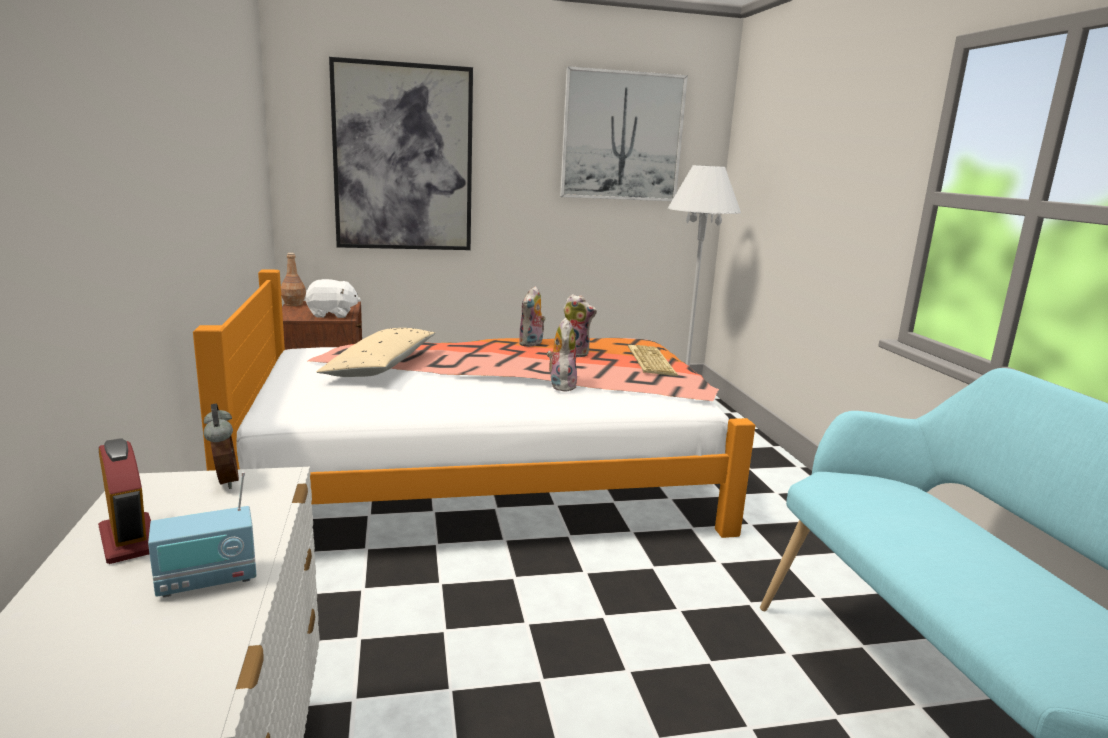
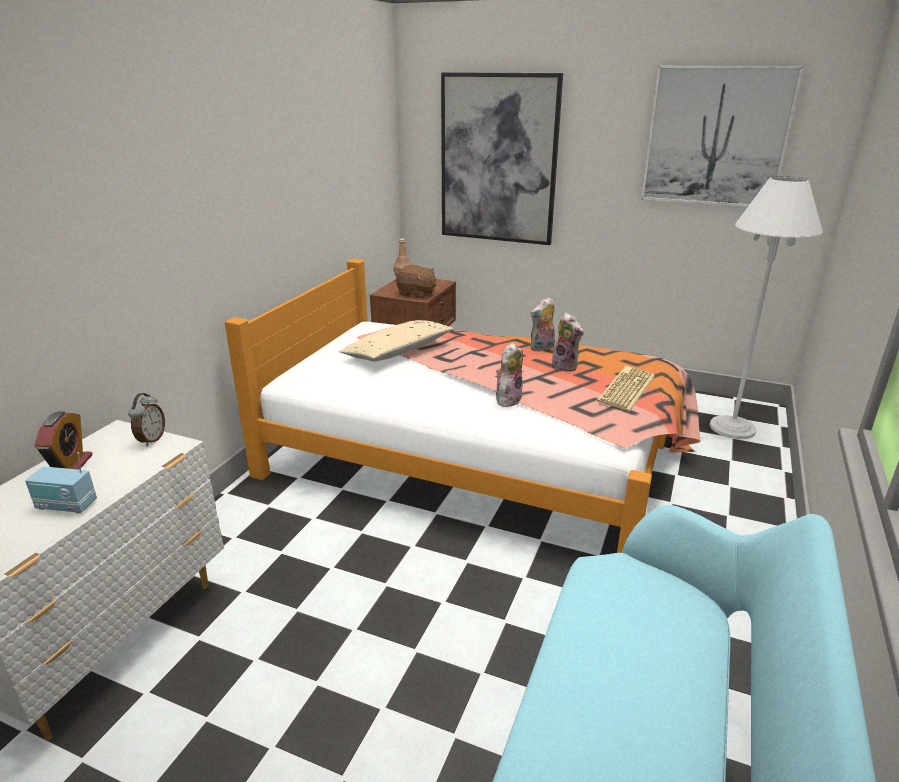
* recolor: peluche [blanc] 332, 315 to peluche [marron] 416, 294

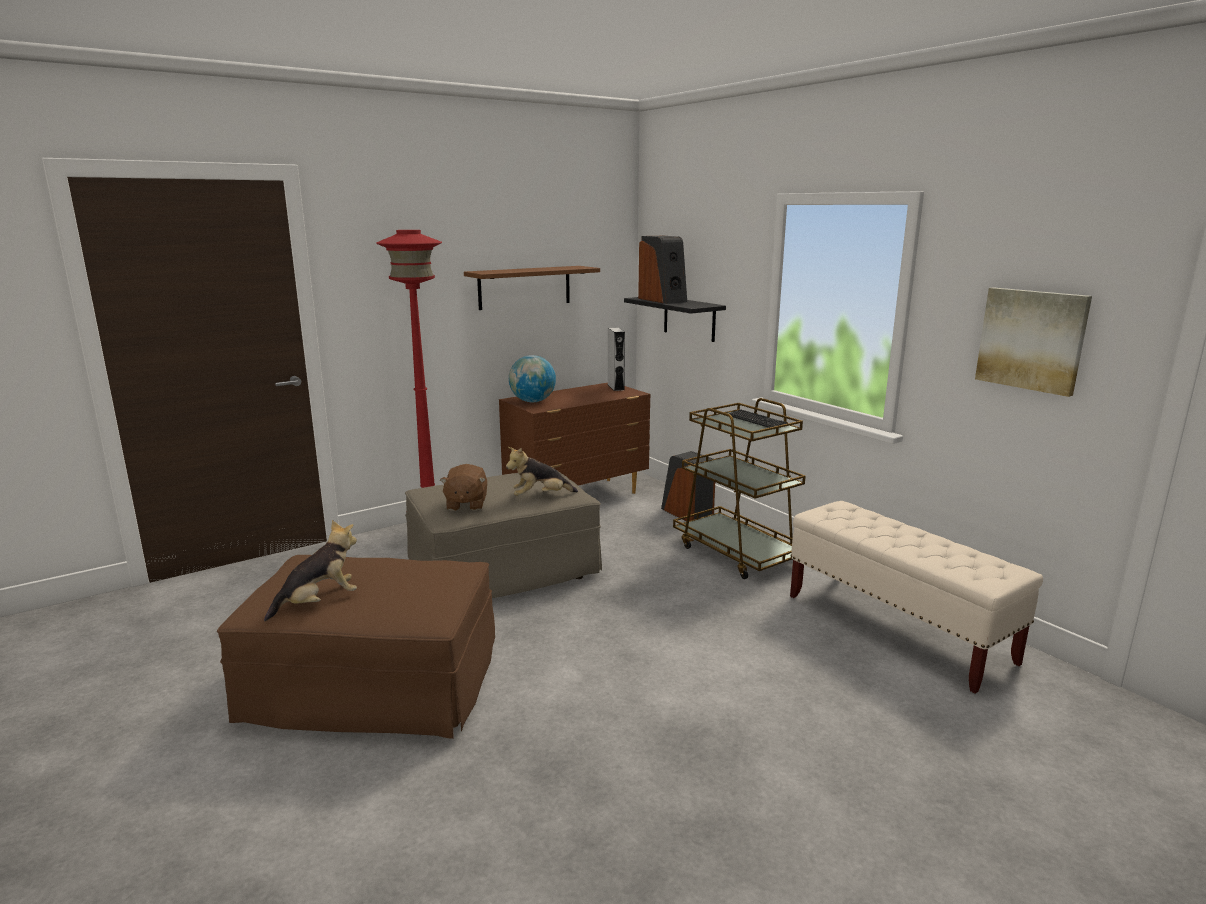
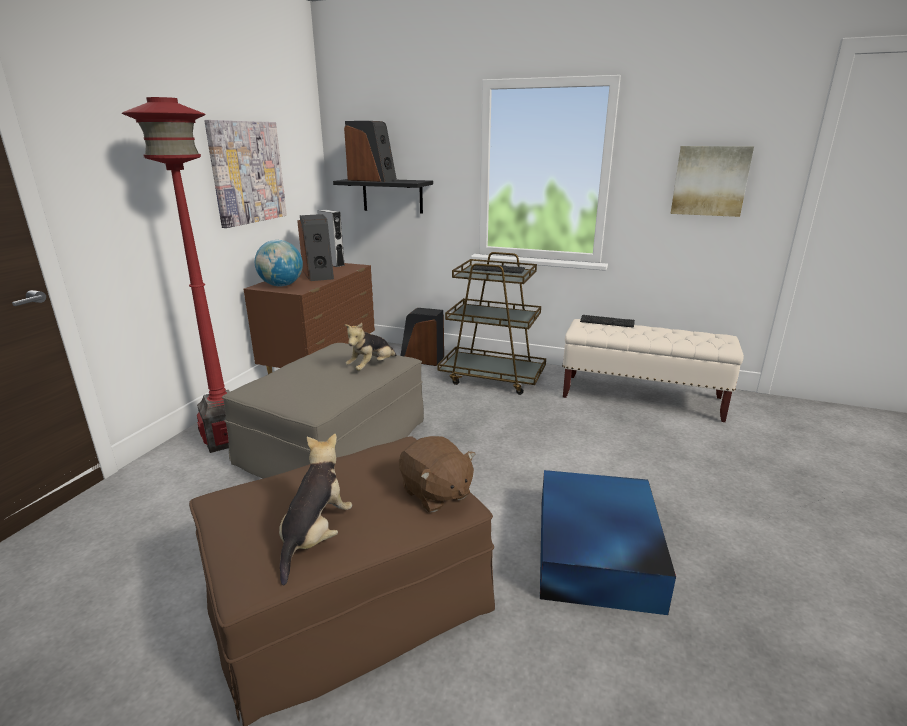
* insert: enceinte 319, 275
* insert: boîte de rangement [bleu] 595, 552
* insert: clavier 607, 322
* move: peluche [marron] 466, 504 to 436, 493
* replace: étagère [marron] 524, 287 to tableau 247, 172

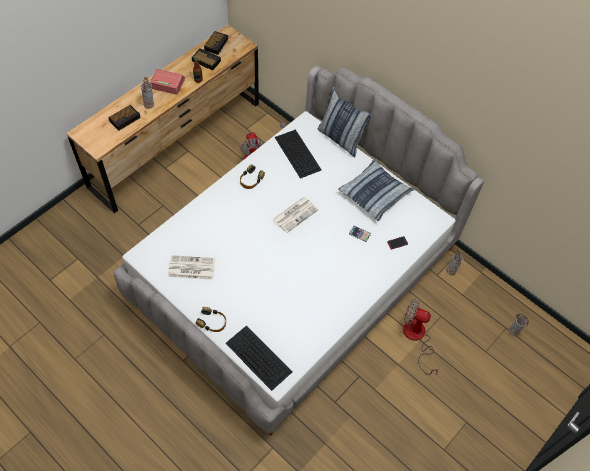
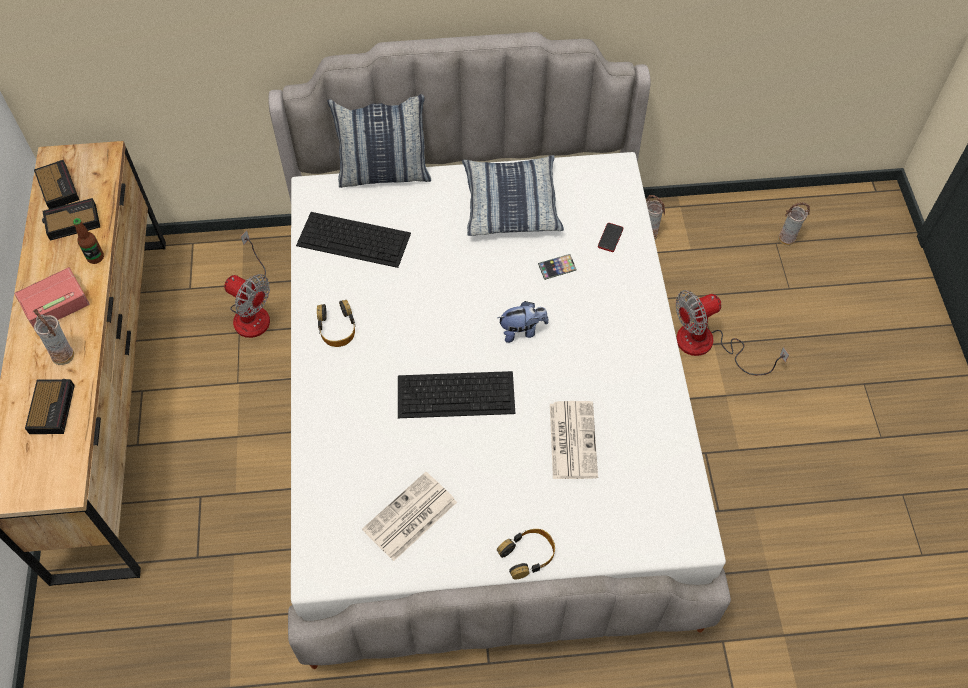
* insert: peluche 522, 331
* move: clavier 259, 357 to 457, 394
* move: journal 295, 214 to 572, 439

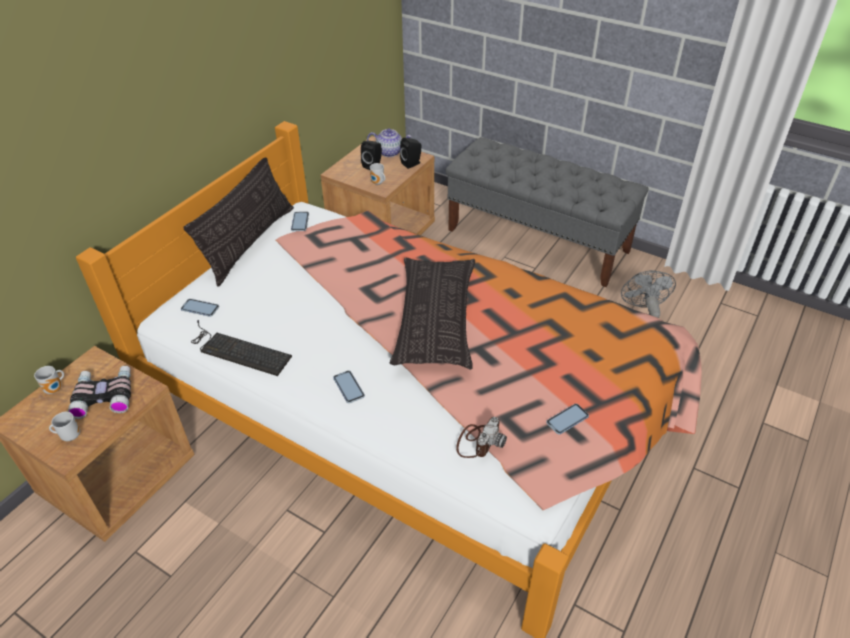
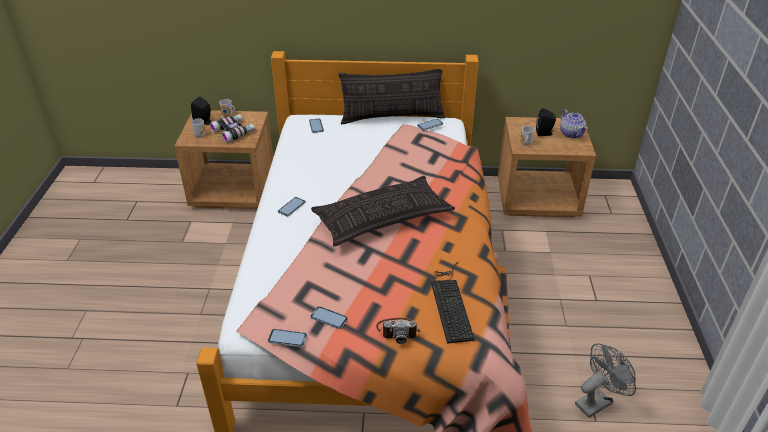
* delete: banc [gris] 538, 240
* insert: téléphone 287, 338
* move: clavier 237, 350 to 451, 303
* move: enceinte [noir] 412, 163 to 204, 122
* move: appareil photo 478, 441 to 398, 330

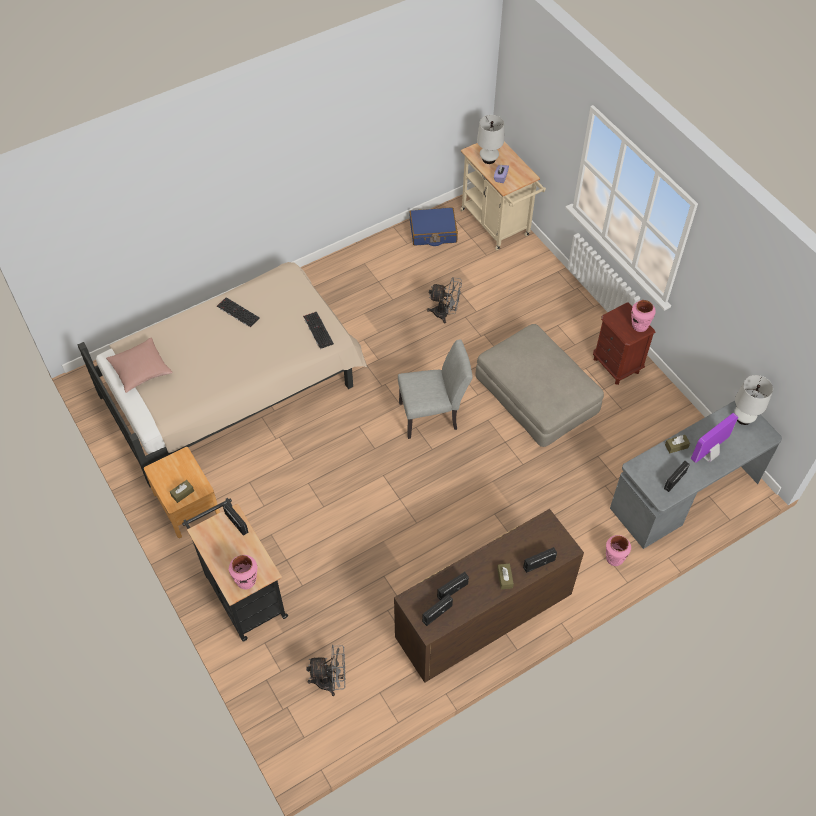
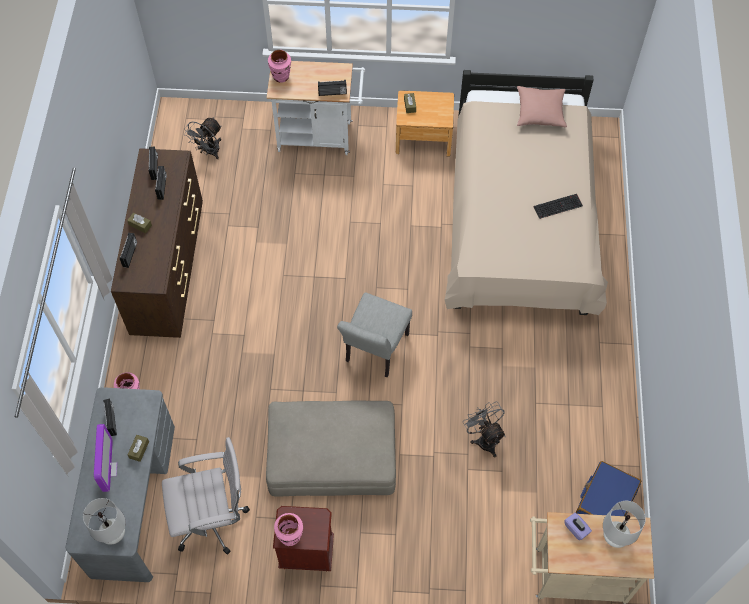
* delete: clavier 317, 330
* insert: chaise de bureau [blanc] 213, 519
* recolor: chariot [noir] 243, 592 to chariot [blanc] 320, 136
* rotate: ventilateur [gris] 445, 313 = 484, 438 105 degrees clockwise

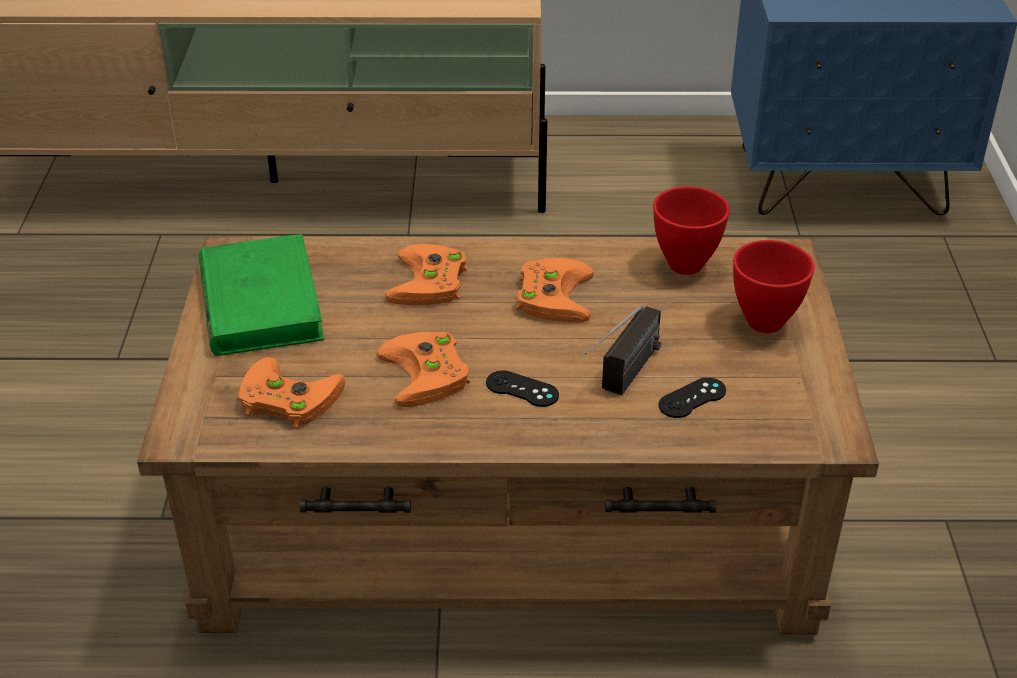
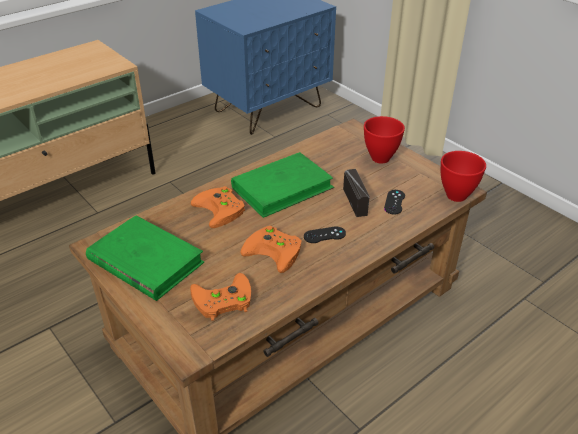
* move: bol [rouge] 684, 265 to 456, 196
* replace: manette [orange] 551, 294 to livre [vert] 282, 188

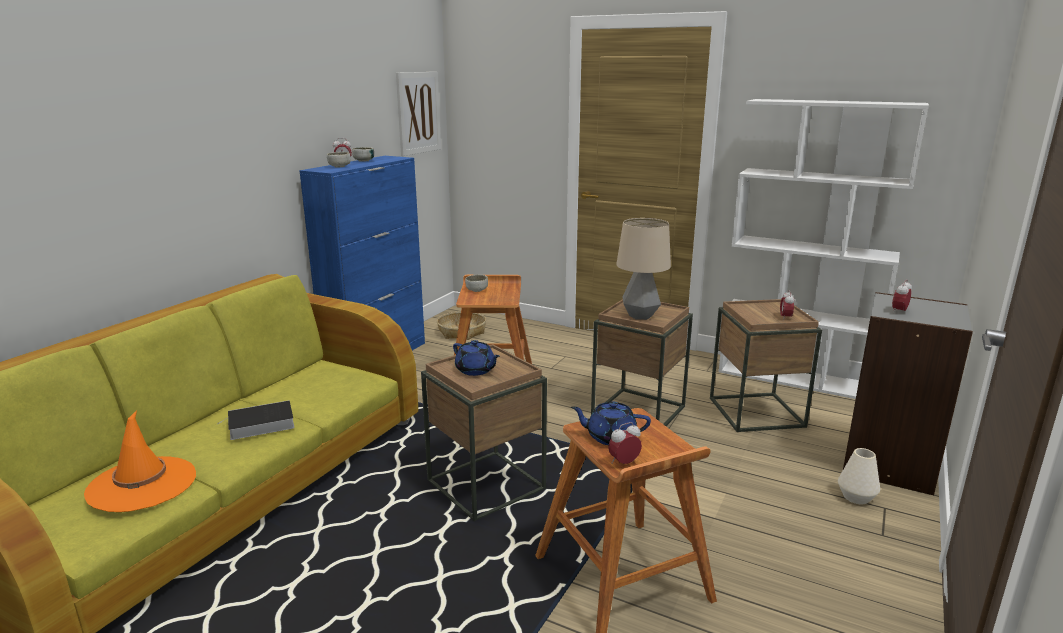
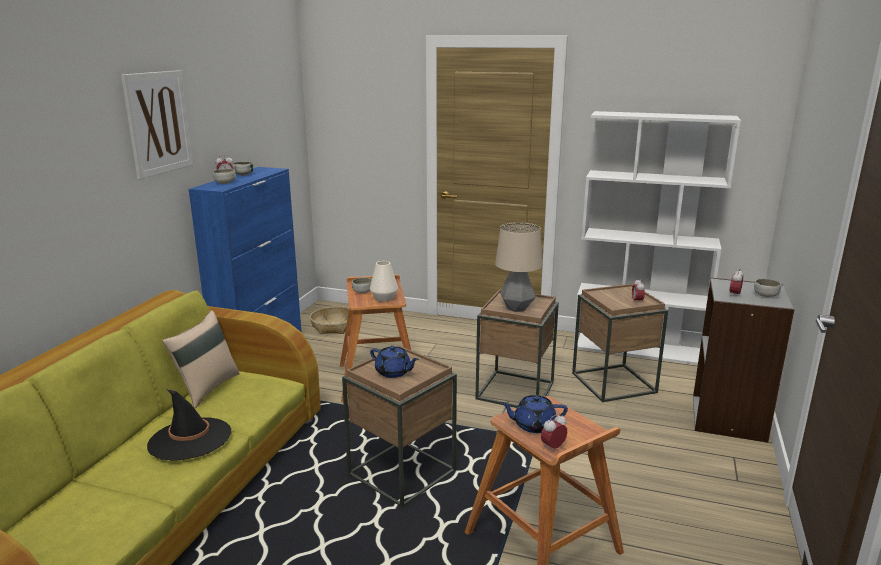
* delete: chapeau [orange] 142, 484
* insert: coussin [beige] 206, 388
* insert: bol 765, 295
* move: tableau 418, 113 to 158, 123
* move: vase [blanc] 856, 497 to 384, 298
* replace: livre 259, 424 to chapeau [noir] 190, 439

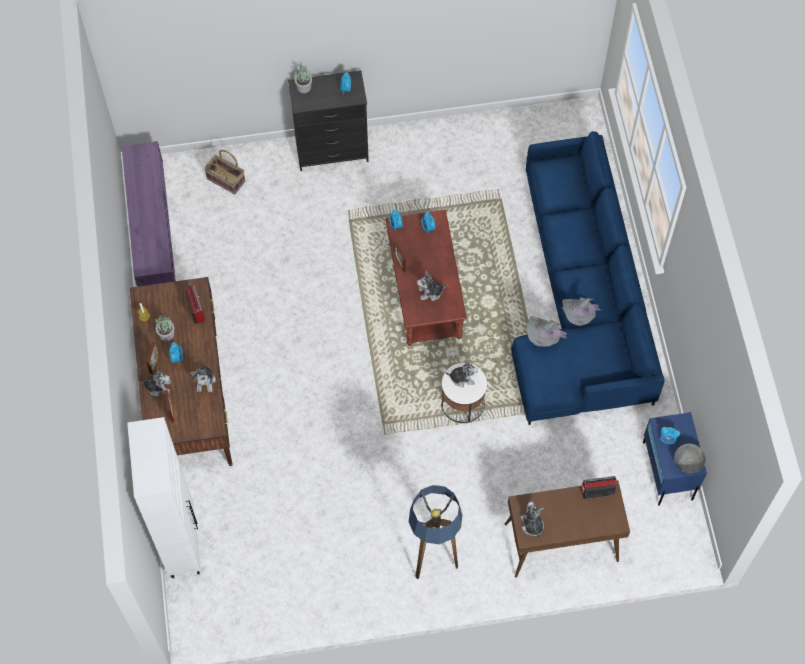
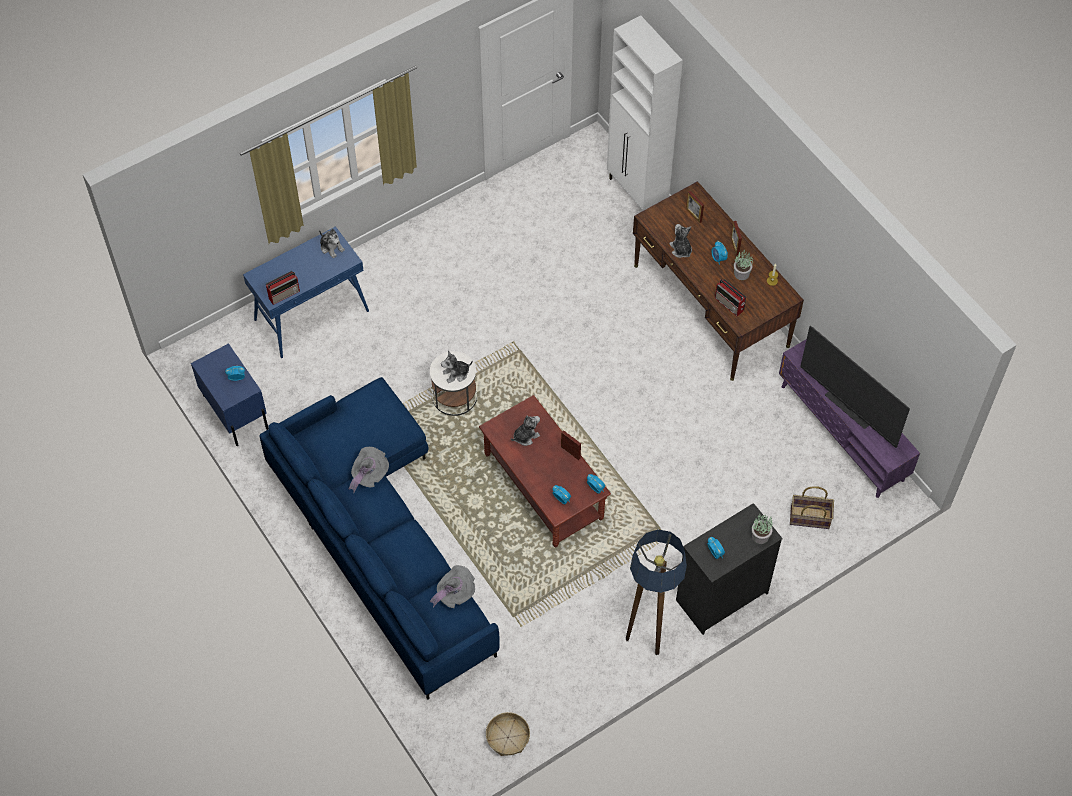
* delete: peluche 158, 386
* delete: bol [gris] 687, 464
* insert: panier 507, 737
* insert: téléviseur 848, 409
* move: lampadaire 433, 565 to 649, 631
* move: chapeau [gris] 543, 337 to 455, 593
* recolor: table console [marron] 560, 543 to table console [bleu] 312, 315

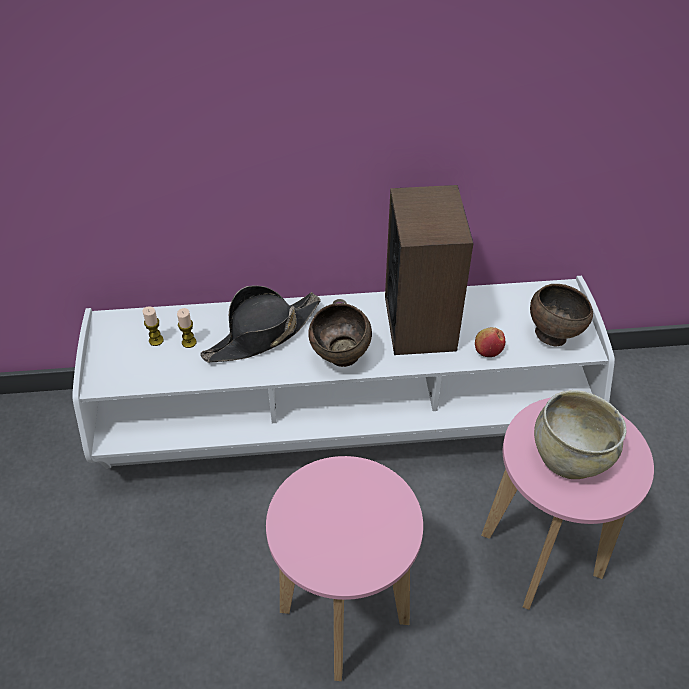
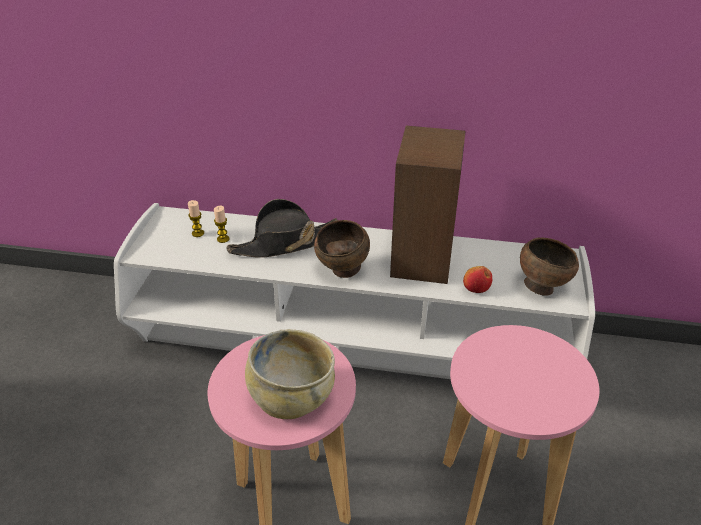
* move: bol [beige] 571, 456 to 291, 398

